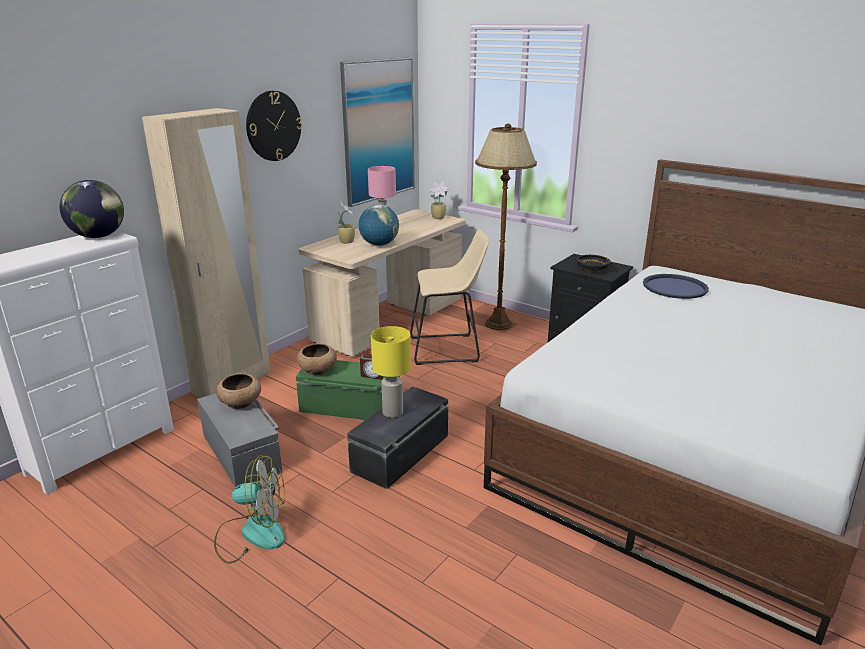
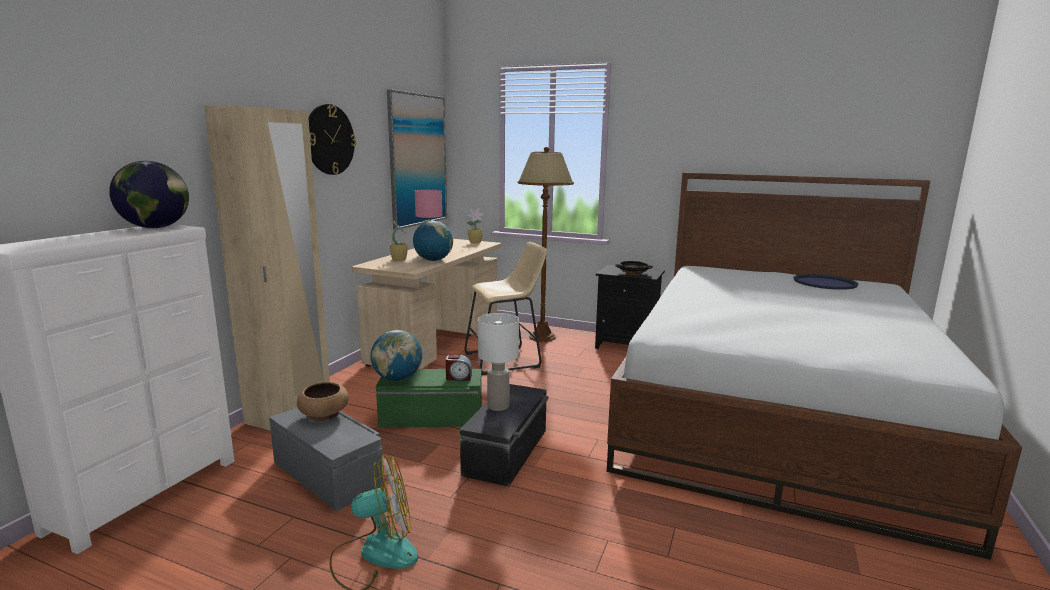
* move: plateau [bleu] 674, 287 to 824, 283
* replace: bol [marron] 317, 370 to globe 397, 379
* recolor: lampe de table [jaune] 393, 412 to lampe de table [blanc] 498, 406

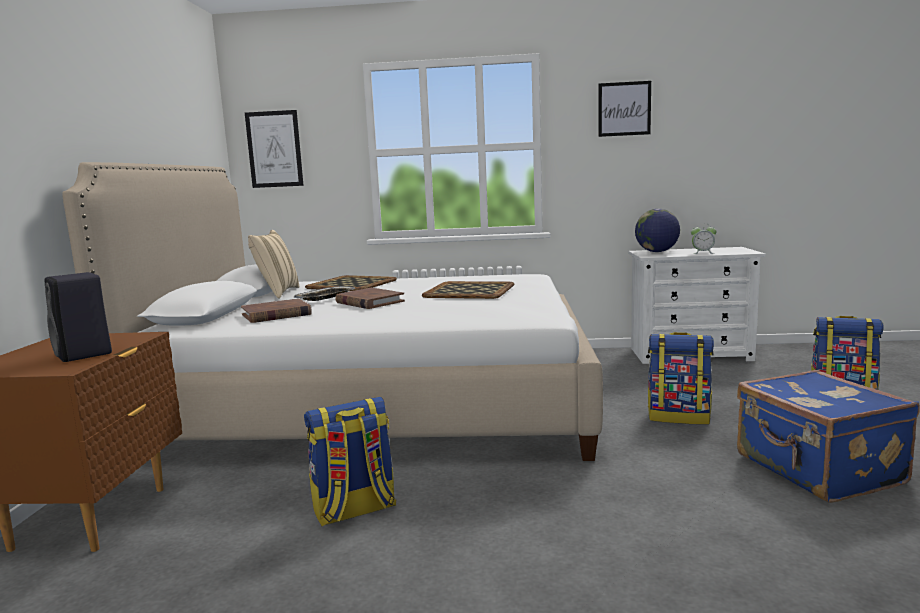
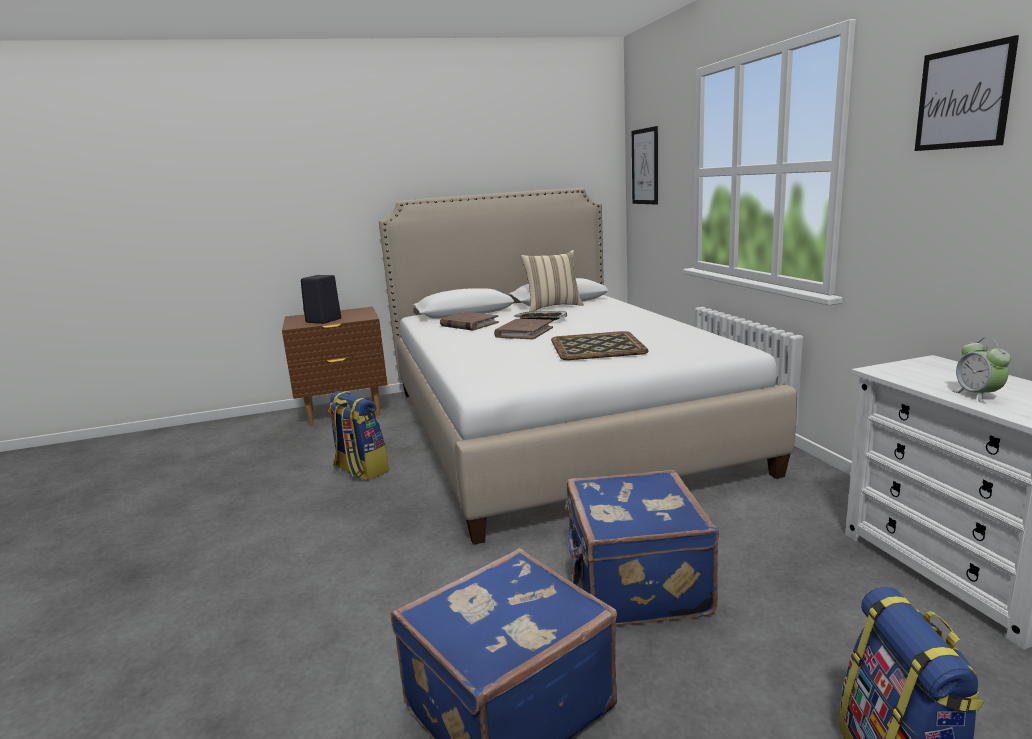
* delete: plateau 353, 284
* delete: globe 657, 252
* replace: sac à dos 679, 416 to valise [bleu] 634, 584

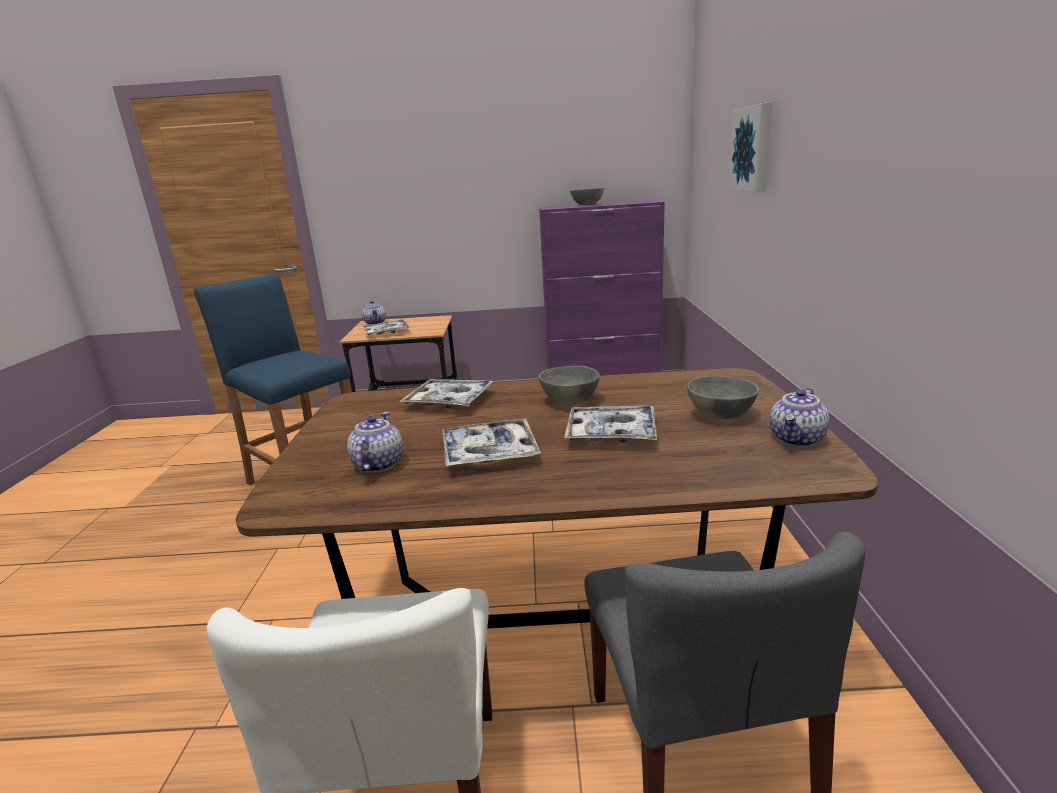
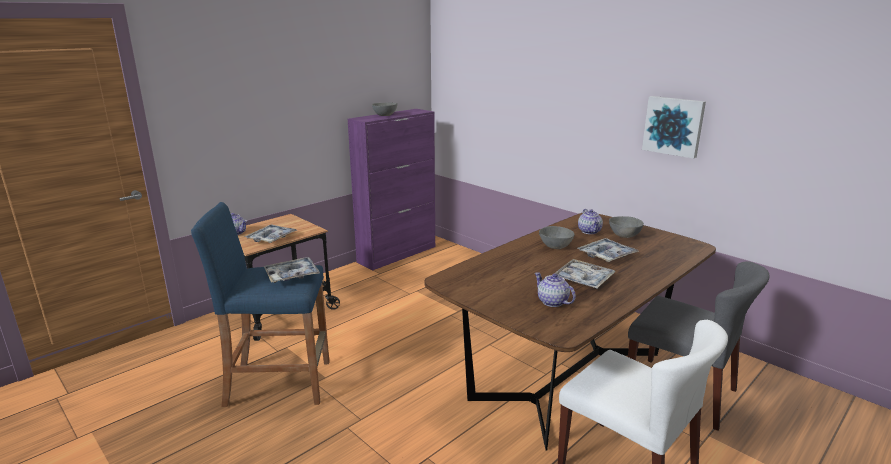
* move: plateau 449, 401 to 292, 275
* move: tableau 753, 149 to 673, 126
* move: théière 797, 439 to 589, 231

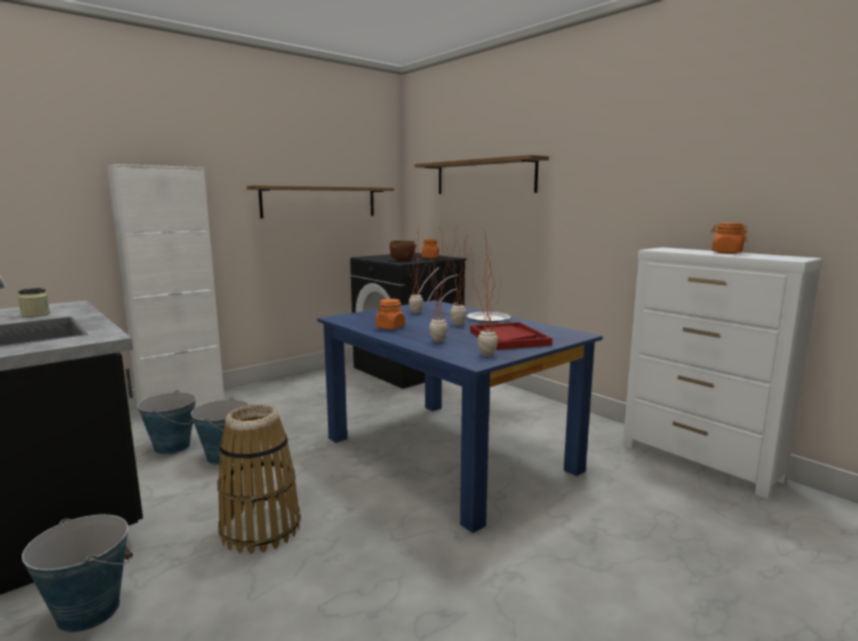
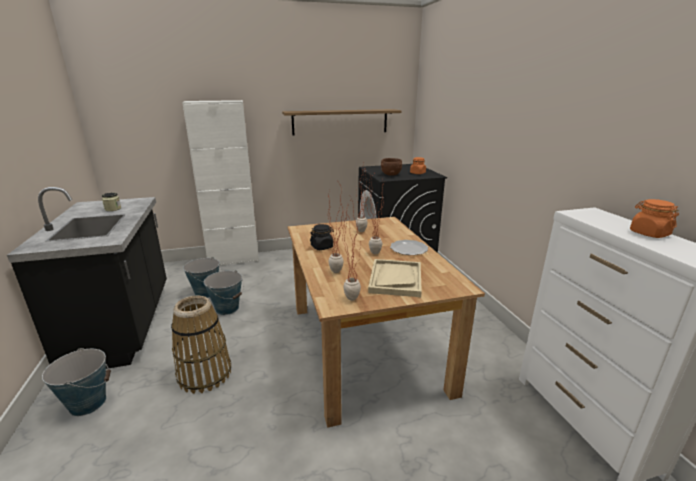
* delete: étagère 484, 177
* recolor: table à manger [bleu] 450, 454 to table à manger [marron] 367, 346
* recolor: bocal [orange] 390, 327 to bocal [noir] 322, 247
* recolor: plateau [rouge] 508, 338 to plateau [beige] 395, 279

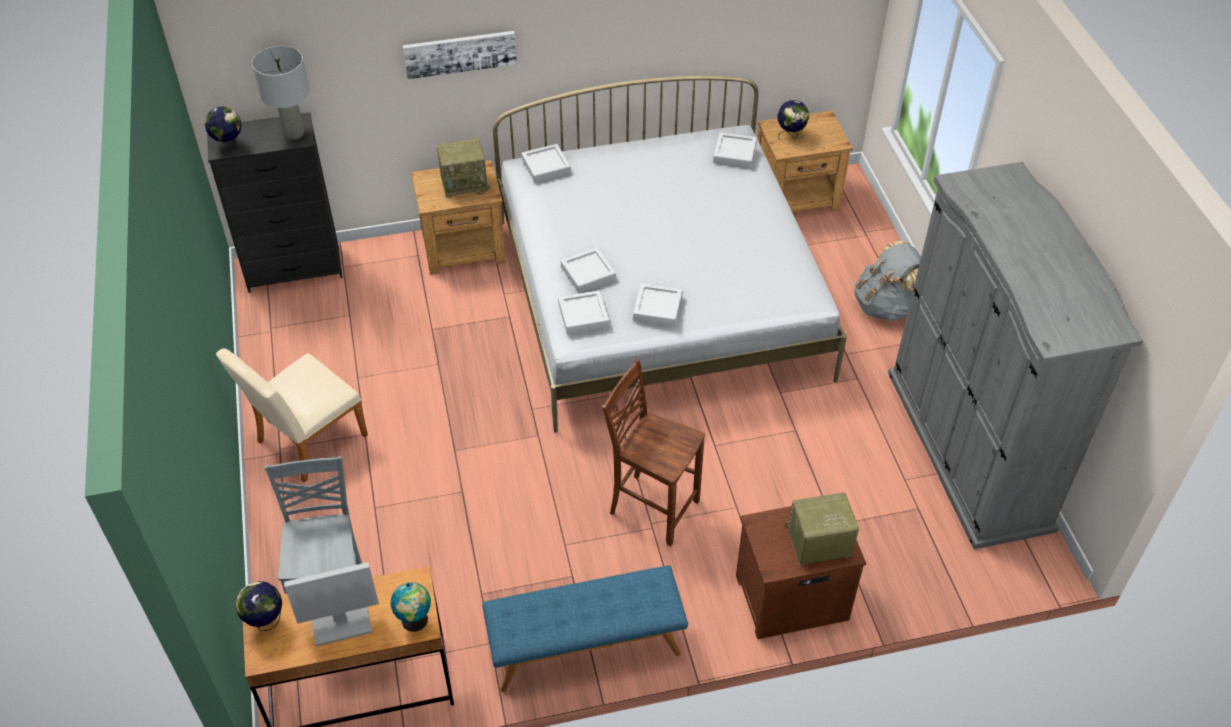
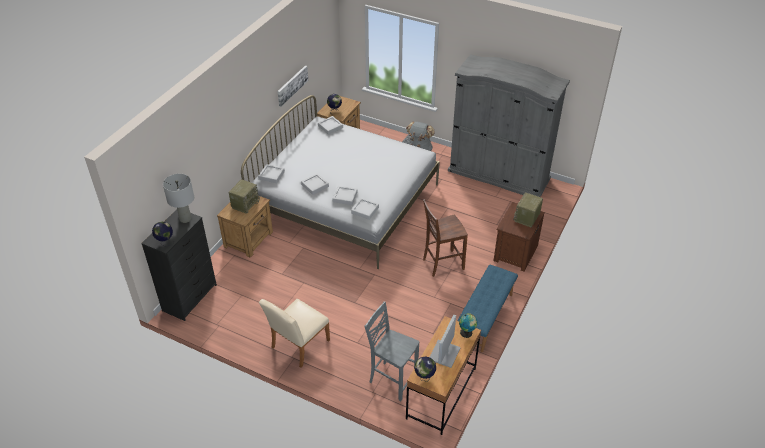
* move: tableau 460, 53 to 292, 85
* move: plateau [gris] 657, 308 to 315, 185
* rotate: chaise [beige] 306, 442 = 297, 346 45 degrees clockwise

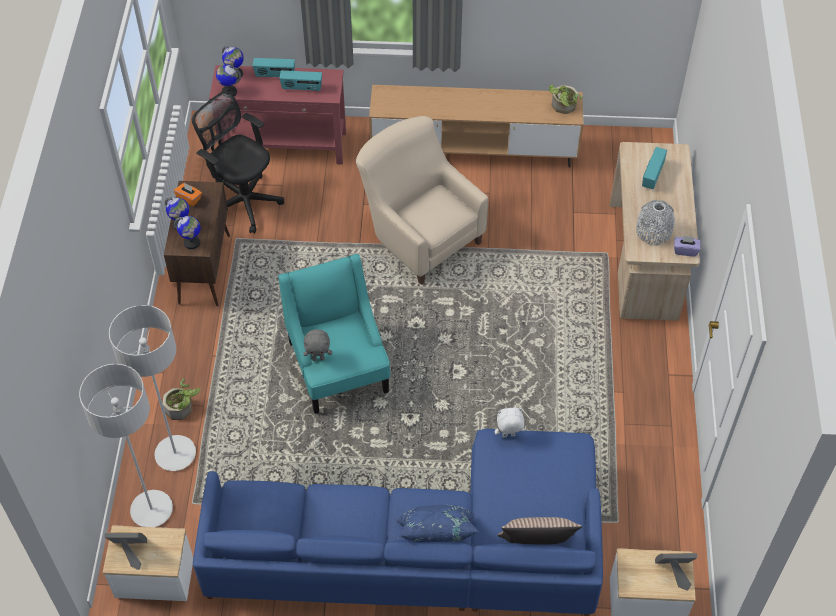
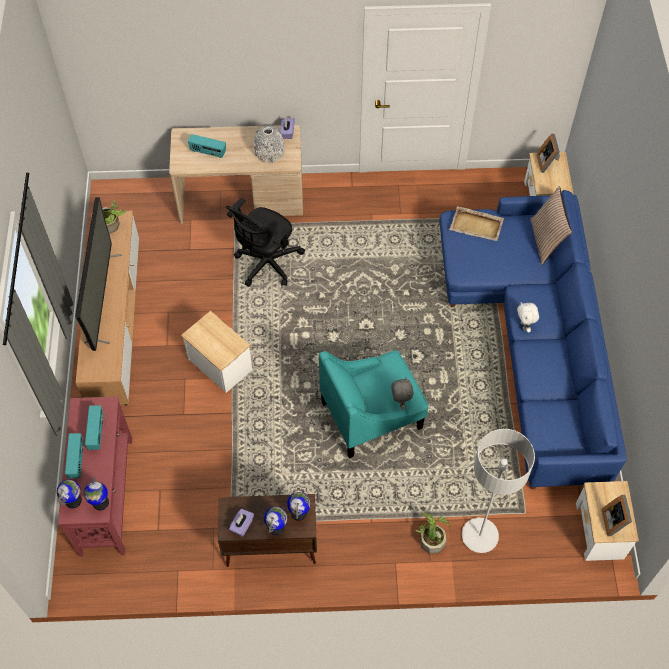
* delete: lampadaire [gris] 151, 510
* delete: coussin [bleu] 436, 538
* insert: téléviseur 102, 298
* insert: plateau [beige] 477, 225
* move: chaise de bureau [noir] 243, 200 to 266, 264
* move: peluche [blanc] 508, 436 to 524, 326
* replace: fauteuil [beige] 419, 235 to table d'appoint 220, 364
* recolor: boîte à mouchoirs [orange] 189, 198 to boîte à mouchoirs [violet] 242, 525

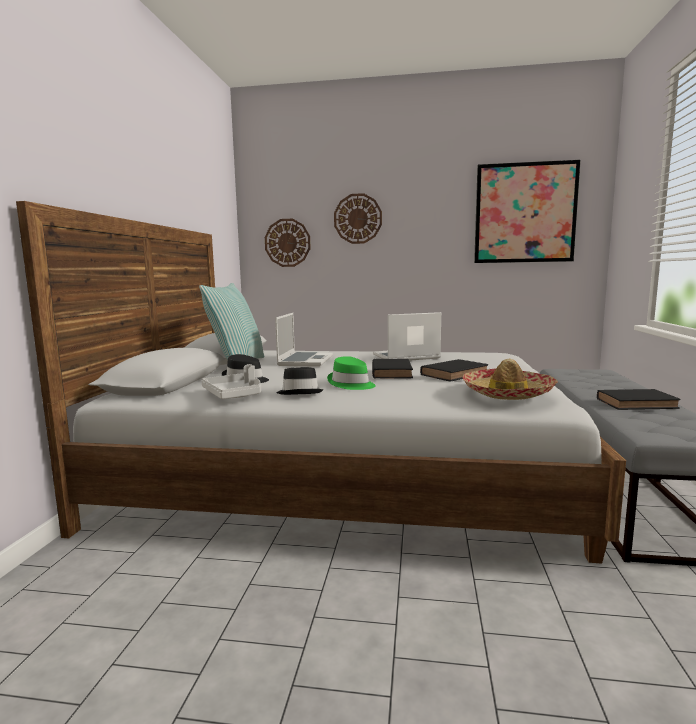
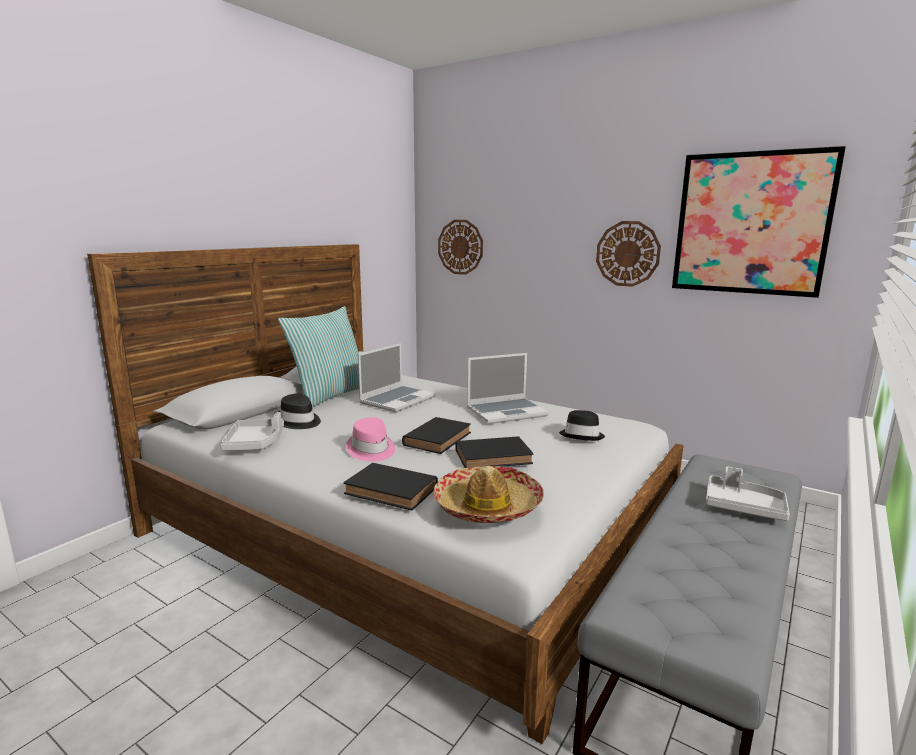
* insert: plateau [gris] 743, 507
* move: chapeau [noir] 300, 392 to 582, 435
* move: horloge murale 357, 219 to 627, 254
* move: livre [noir] 638, 403 to 393, 491
* recolor: chapeau [vert] 351, 384 to chapeau [rose] 371, 450
* rotate: ordinateur portable 405, 357 = 507, 412 150 degrees clockwise

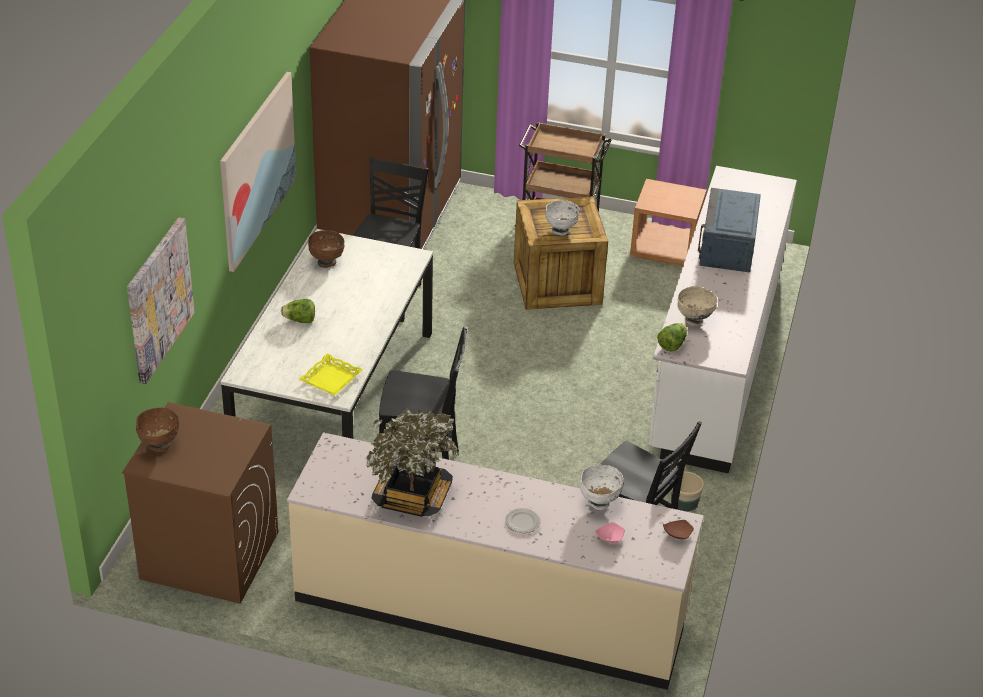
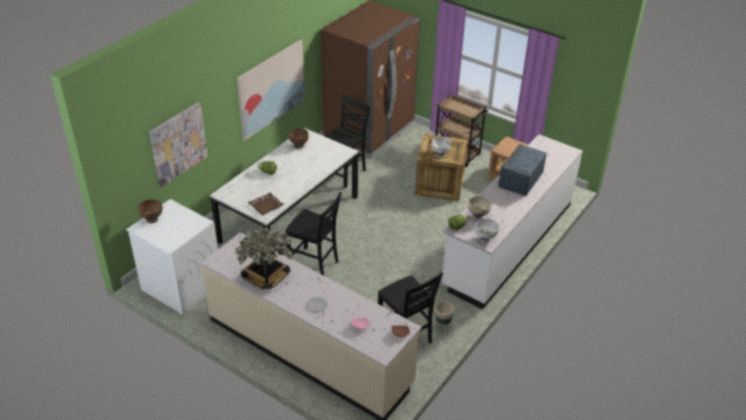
* move: bol [blanc] 599, 502 to 485, 239
* recolor: lave-linge [marron] 208, 555 to lave-linge [blanc] 181, 286
* recolor: plateau [jaune] 331, 379 to plateau [marron] 266, 206

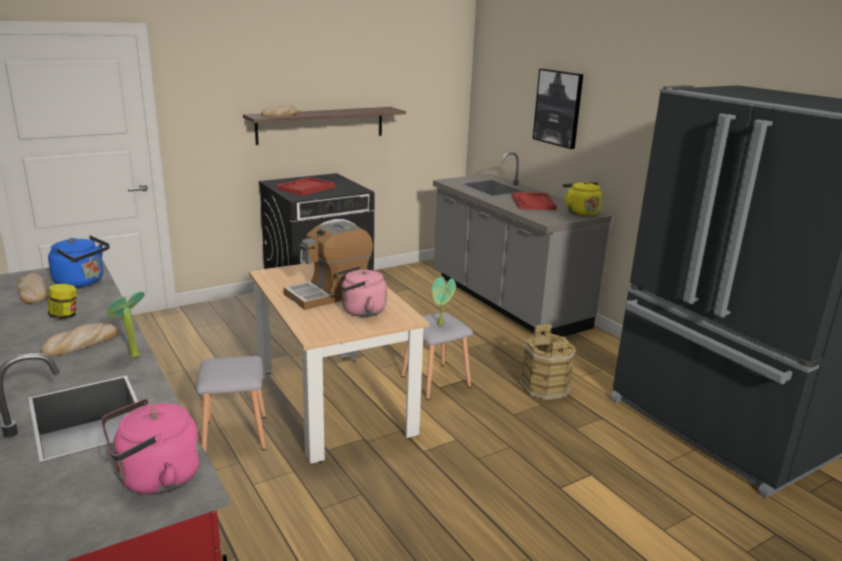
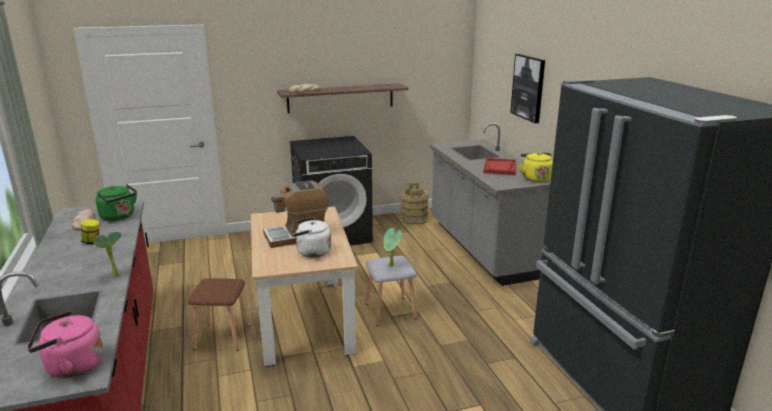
* delete: pain 81, 343
* delete: plateau [rouge] 306, 188
* move: seau [marron] 544, 388 to 413, 219
* recolor: bouilloire [bleu] 82, 282 to bouilloire [vert] 119, 217
* recolor: tabouret [gris] 234, 434 to tabouret [marron] 222, 336
* recolor: bouilloire [rose] 360, 311 to bouilloire [blanc] 311, 252

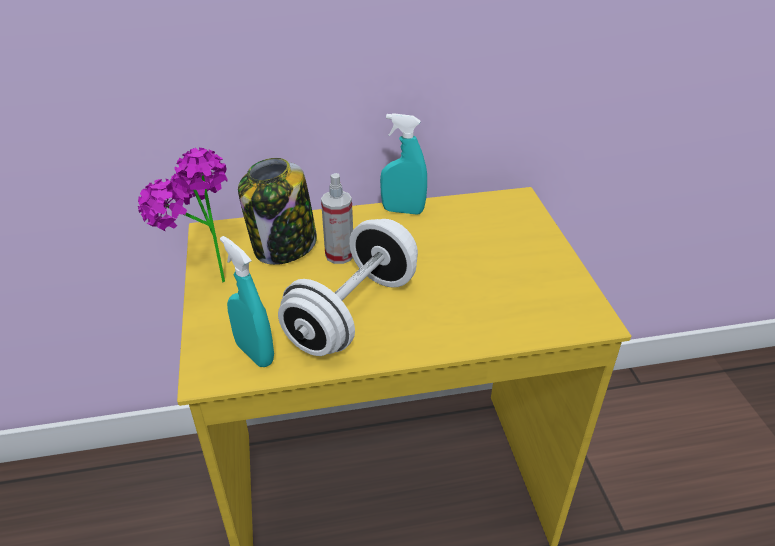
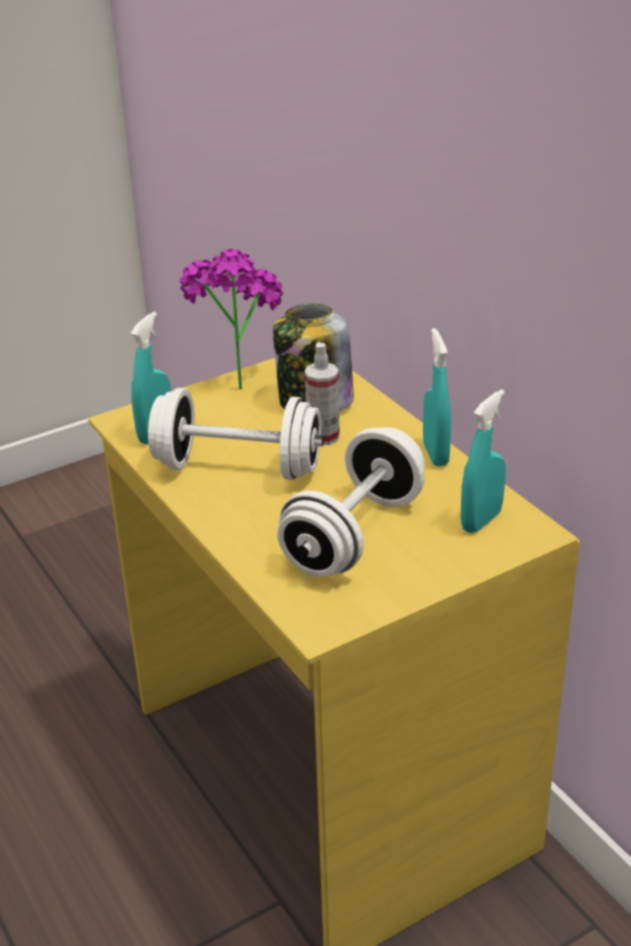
* insert: haltère [blanc] 354, 534
* insert: vaporisateur [turquoise] 481, 521

